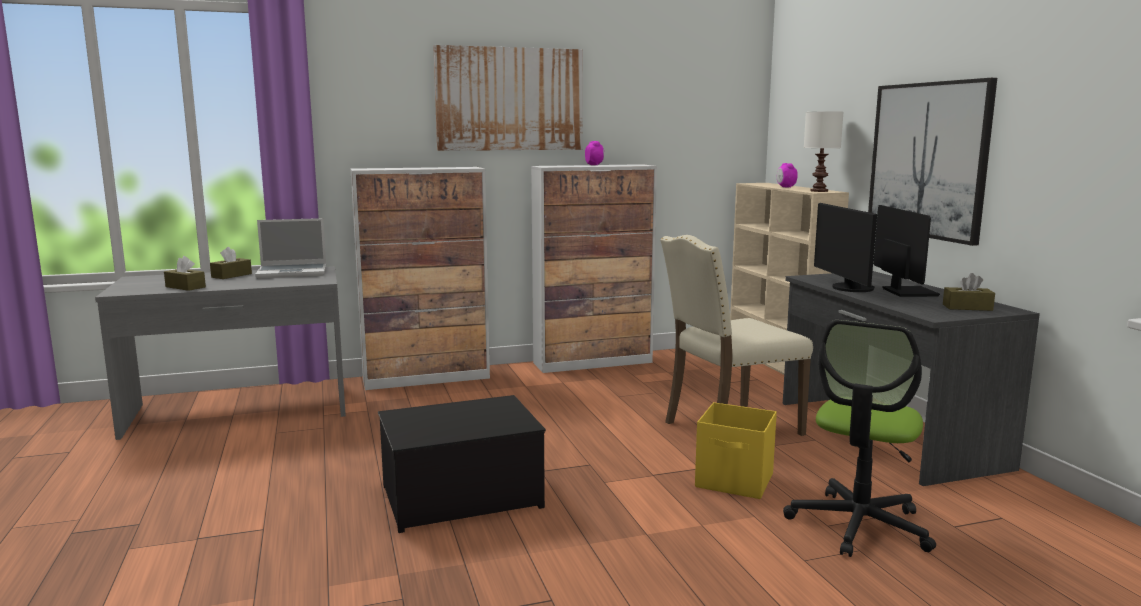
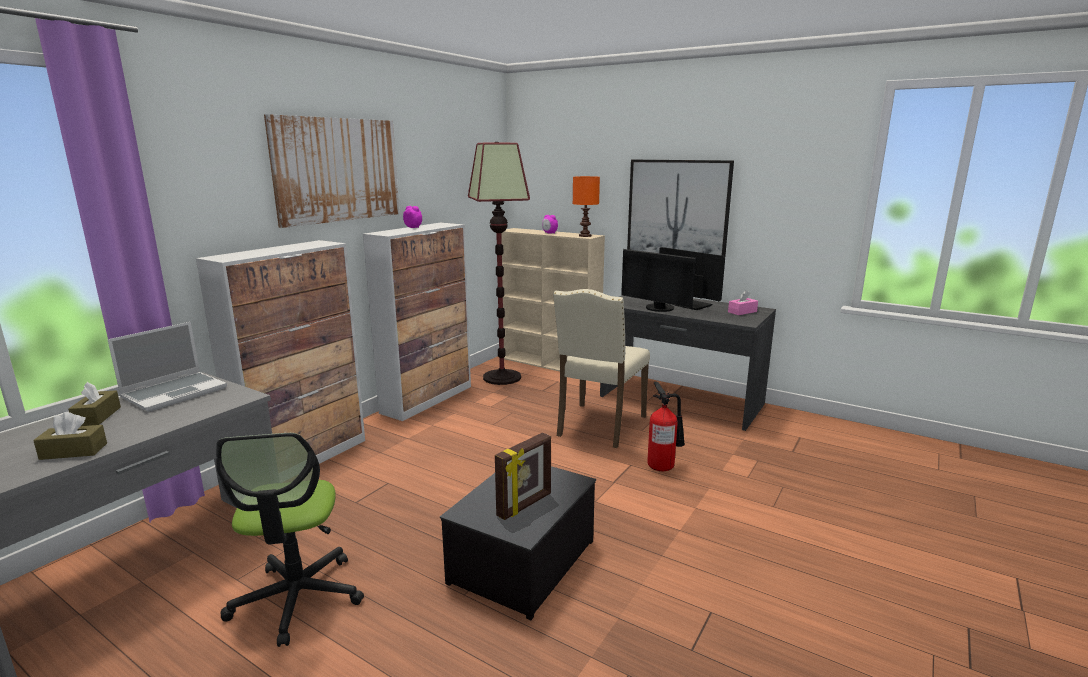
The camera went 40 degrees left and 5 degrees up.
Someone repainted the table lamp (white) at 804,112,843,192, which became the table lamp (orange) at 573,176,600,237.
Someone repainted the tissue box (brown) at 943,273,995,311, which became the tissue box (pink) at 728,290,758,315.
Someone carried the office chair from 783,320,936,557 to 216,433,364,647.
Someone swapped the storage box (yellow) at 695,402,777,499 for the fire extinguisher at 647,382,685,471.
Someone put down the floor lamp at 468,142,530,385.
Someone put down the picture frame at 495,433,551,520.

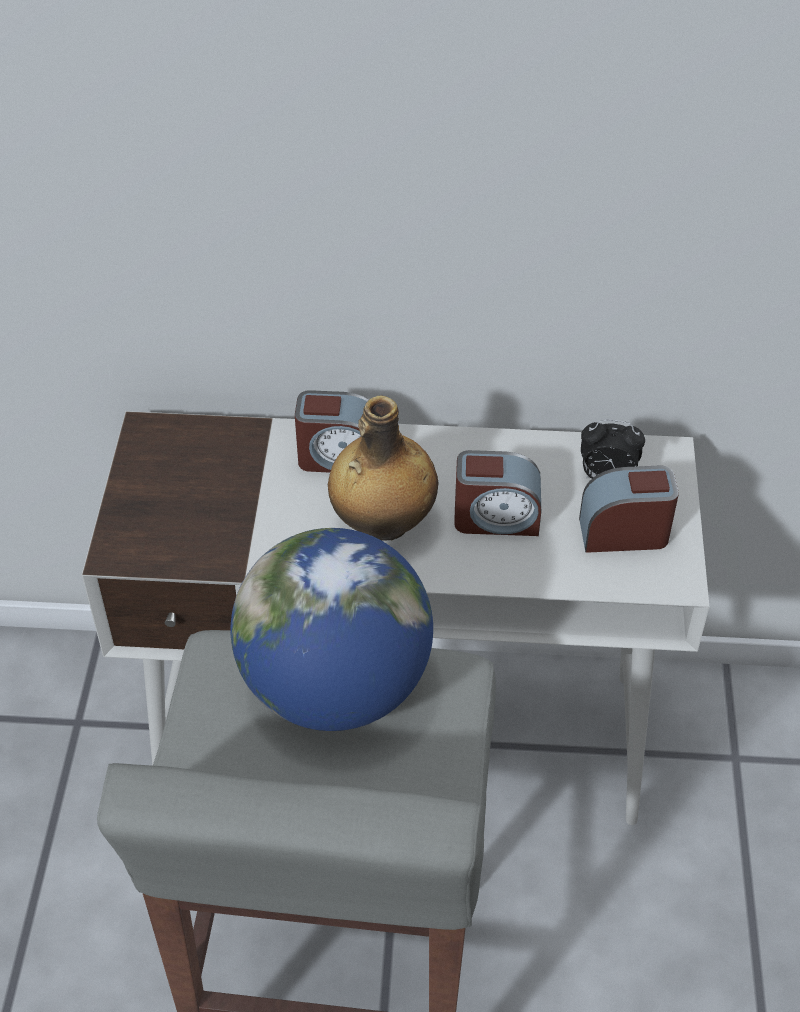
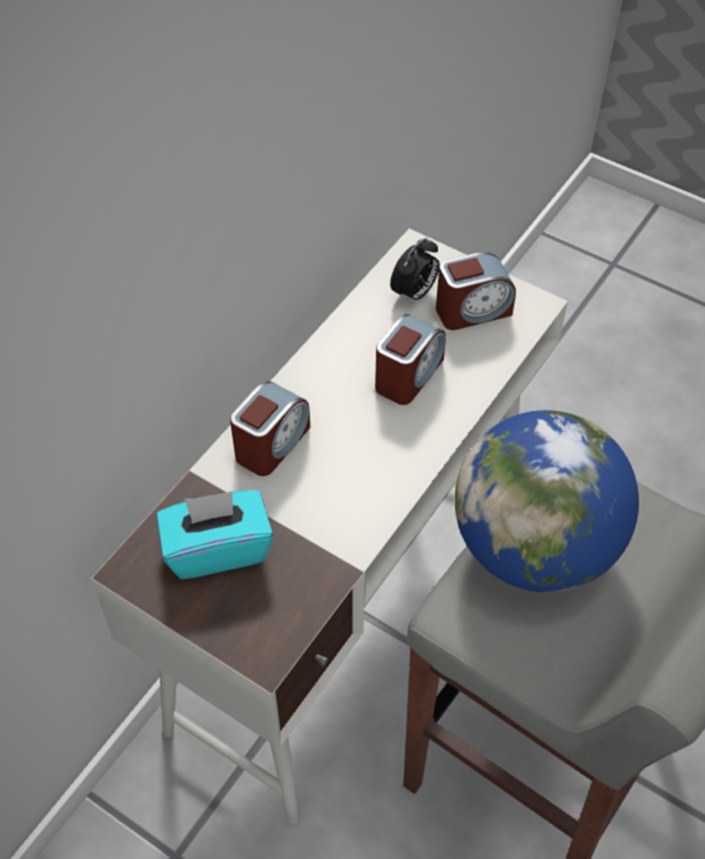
The camera went 60 degrees left and 5 degrees up.
Someone took away the bottle at 328,396,439,541.
Someone rotated the alarm clock at 579,466,679,553 by 135 degrees counterclockwise.
Someone put down the tissue box (turquoise) at 157,490,273,579.

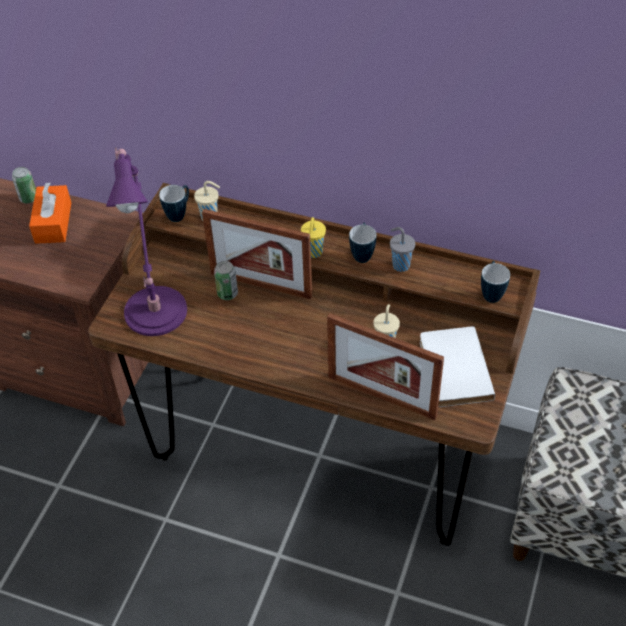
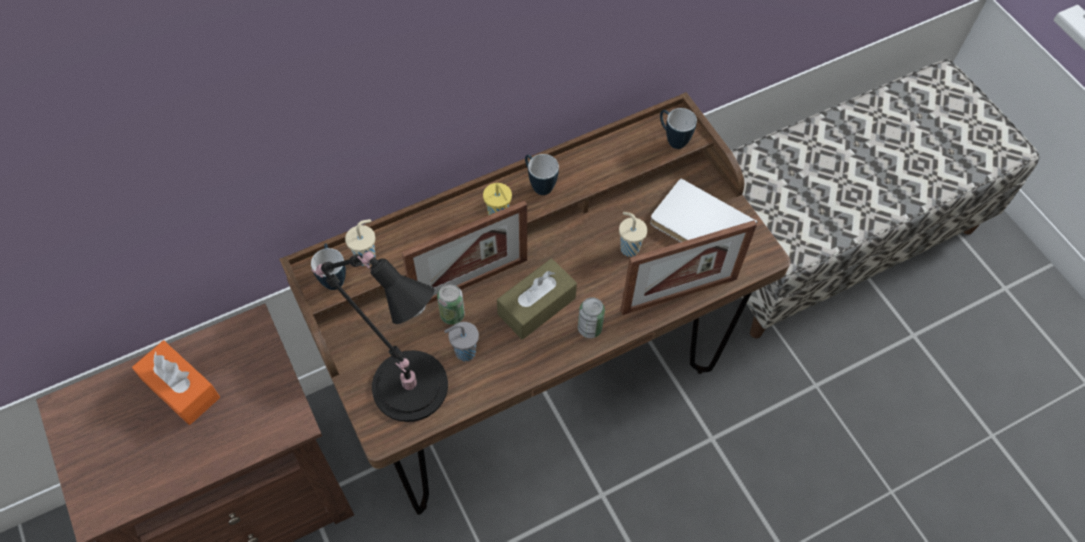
The camera went 50 degrees left and 10 degrees up.
Someone repainted the table lamp (purple) at 106,147,187,336, which became the table lamp (black) at 311,252,448,422.
Someone carried the can from 12,167,36,203 to 578,297,605,338.
Someone carried the cup (grey) from 390,227,415,272 to 444,322,479,361.
Someone put down the tissue box (brown) at 497,259,577,340.

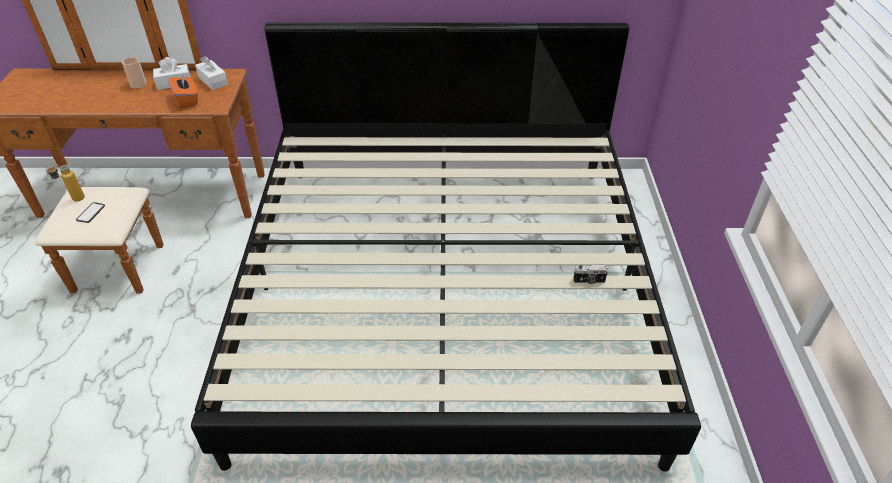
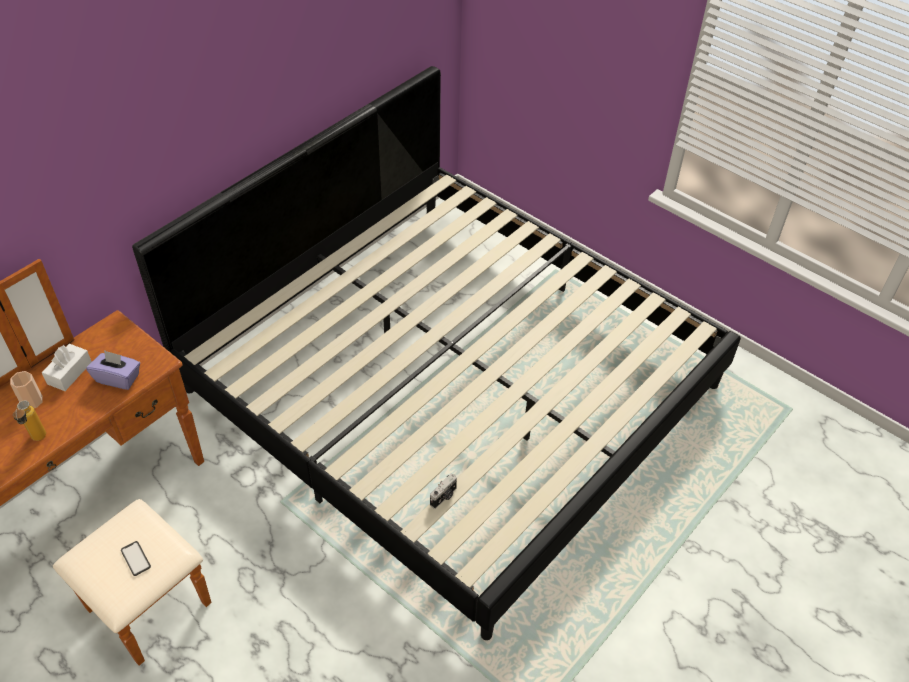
The camera went 50 degrees left and 5 degrees up.
Someone took away the tissue box (white) at 195,56,228,90.
Someone repainted the tissue box (orange) at 168,75,198,108, which became the tissue box (purple) at 86,350,140,390.
Someone carried the bottle from 46,164,85,202 to 13,400,46,441.
Someone carried the photo camera from 573,265,608,284 to 430,474,457,509.

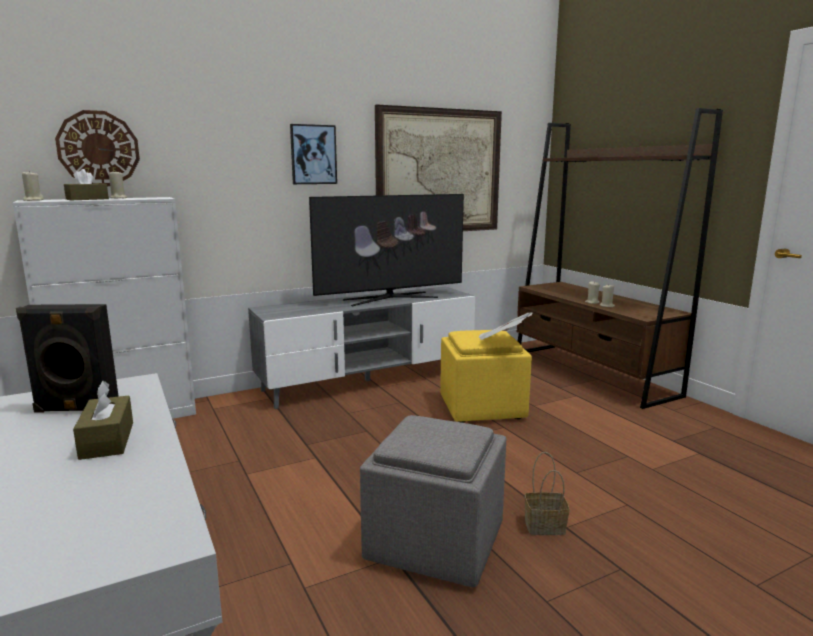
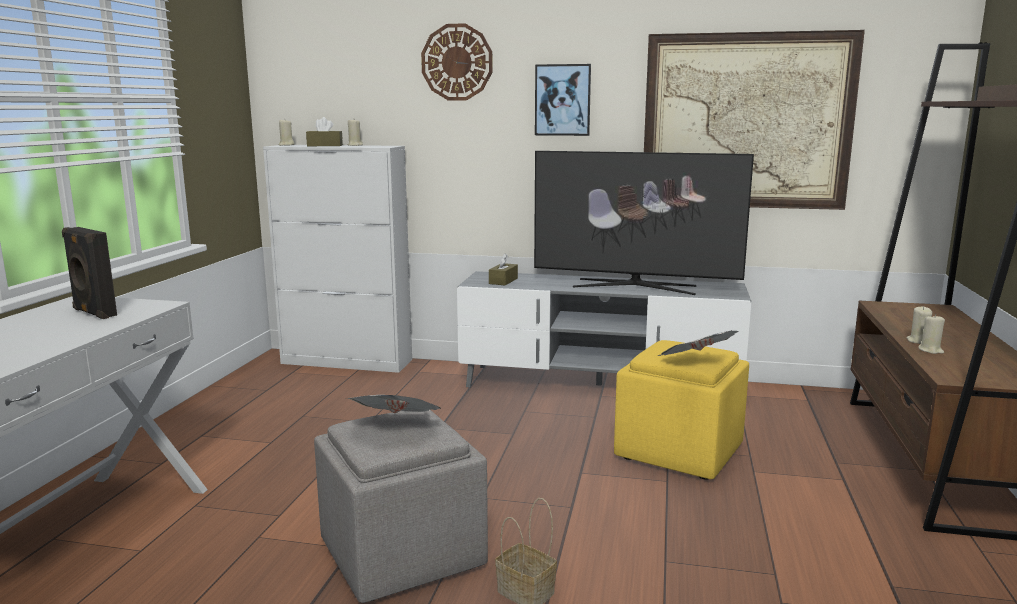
The camera went 40 degrees right and 0 degrees up.
Someone carried the wall clock from 55,110,140,186 to 421,23,492,100.
Someone carried the tissue box (brown) from 73,381,133,460 to 489,253,518,285.
Someone put down the newspaper at 347,395,440,413.

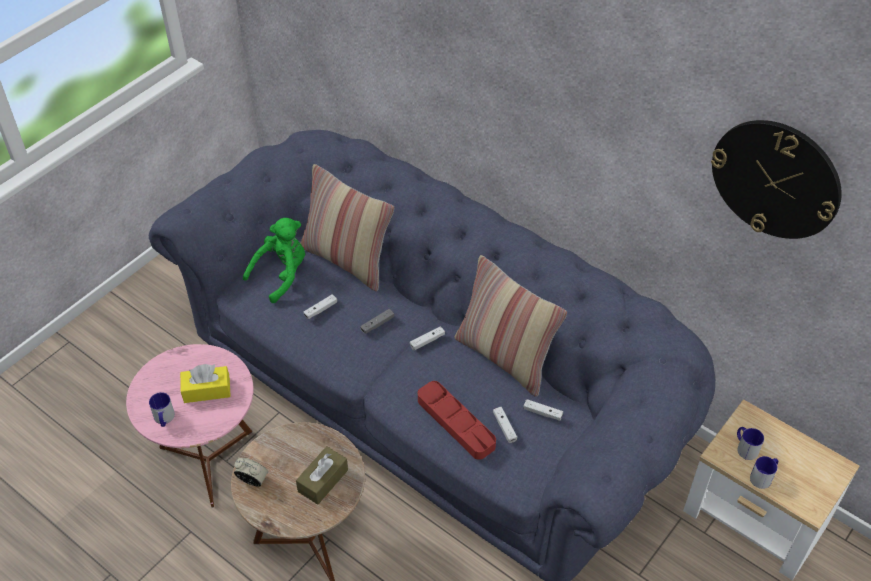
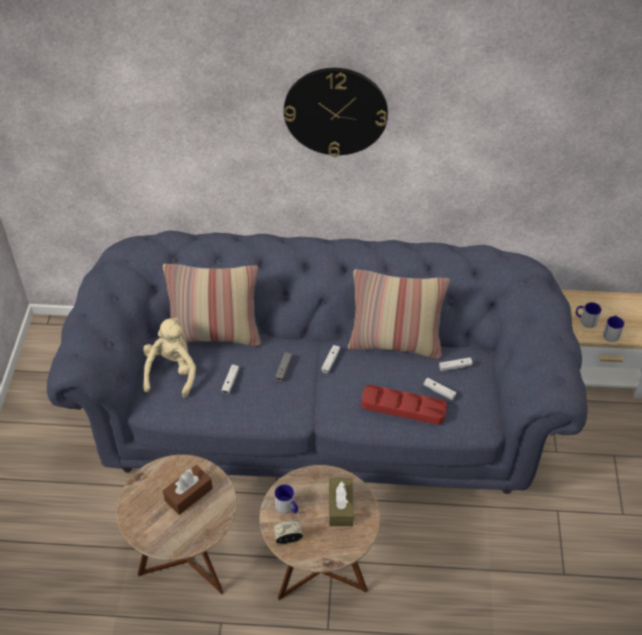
The camera went 35 degrees left and 0 degrees up.
Someone carried the wall clock from 711,120,842,239 to 284,68,388,157.
Someone repainted the plush toy (green) at 243,218,305,303, which became the plush toy (beige) at 143,318,196,398.
Someone repainted the side table (pink) at 126,344,254,507, which became the side table (brown) at 116,455,237,594.
Someone repainted the tissue box (yellow) at 180,364,231,403, which became the tissue box (brown) at 163,465,213,515.
Someone carried the mug from 149,392,175,427 to 274,484,298,514.

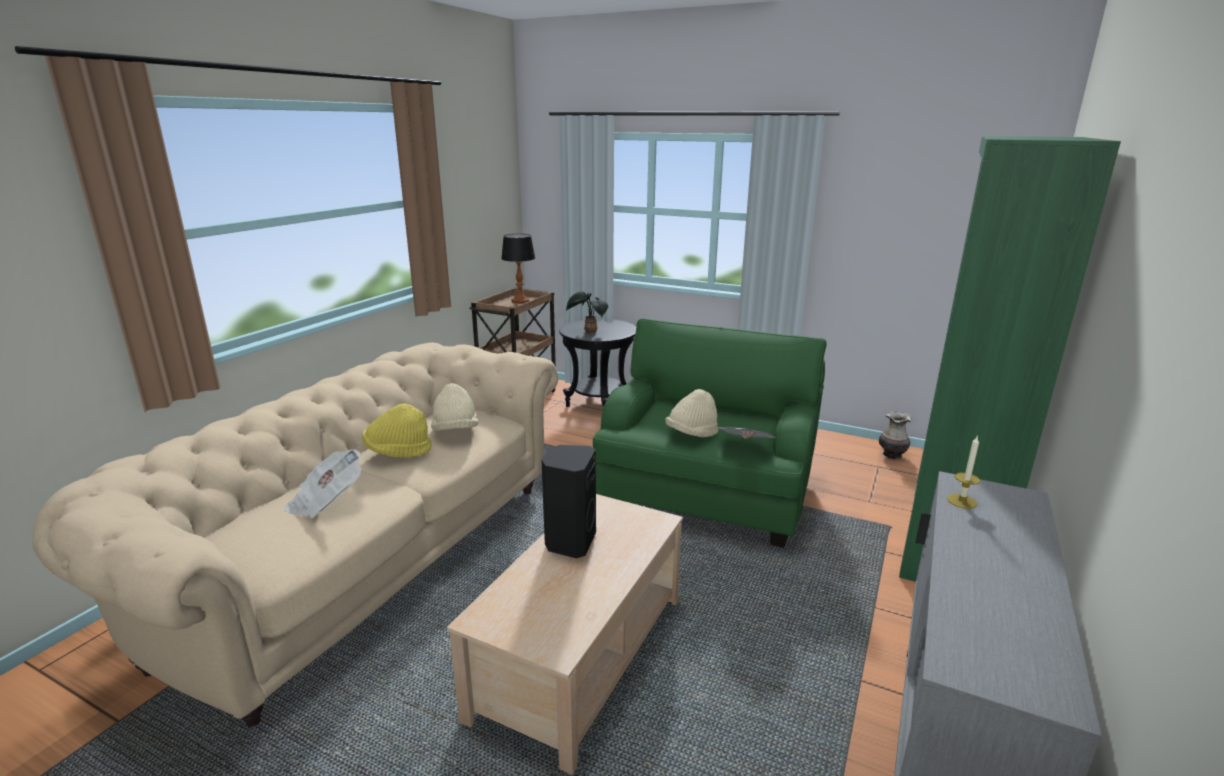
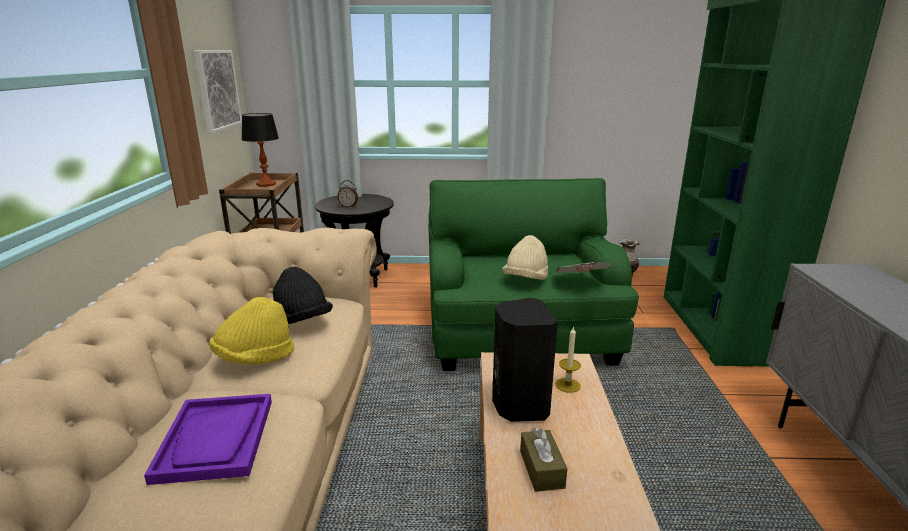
The camera went 25 degrees left and 0 degrees up.
Someone swapped the potted plant at 565,291,608,333 for the alarm clock at 337,180,358,207.
Someone repainted the hat (beige) at 431,383,479,431, which became the hat (black) at 273,267,333,324.
Someone carried the candle from 947,436,981,509 to 555,326,581,393.
Someone swapped the newspaper at 284,449,362,518 for the tray (purple) at 144,394,272,485.
Someone put up the picture at 194,50,242,133.
Someone put down the tissue box (brown) at 520,428,568,492.

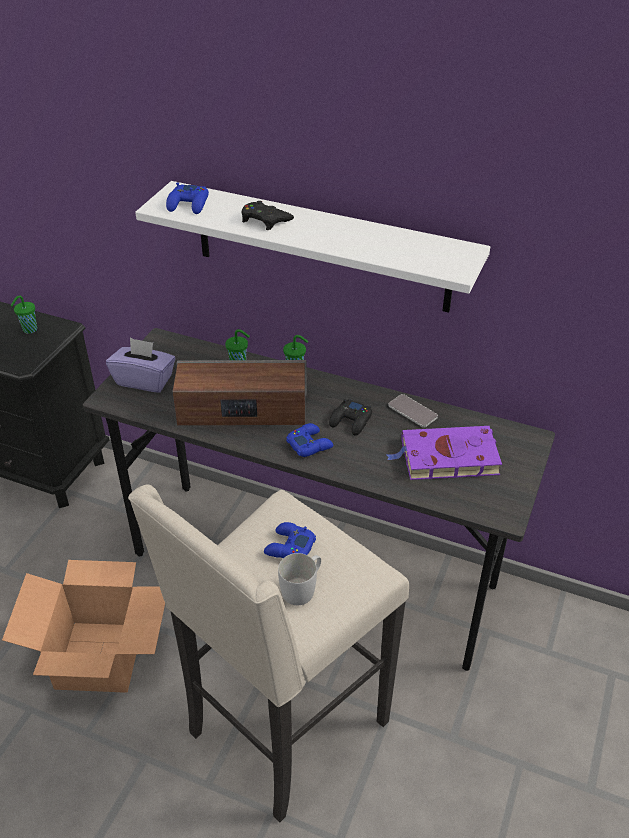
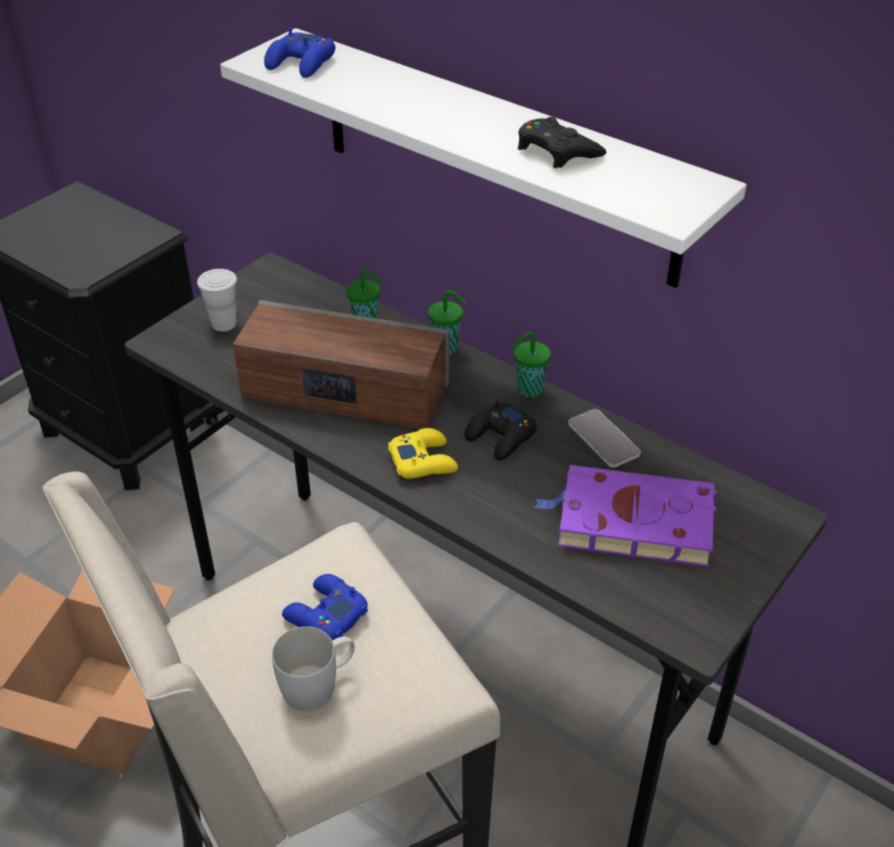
The camera went 15 degrees right and 0 degrees up.
Someone carried the game controller (black) from 241,201,294,230 to 518,117,606,168.
Someone carried the cup (green) from 11,295,37,334 to 512,331,551,397.
Someone swapped the tissue box (purple) at 106,338,176,393 for the cup (white) at 197,269,237,332.
Someone repainted the game controller (blue) at 286,423,333,457, which became the game controller (yellow) at 388,428,458,479.

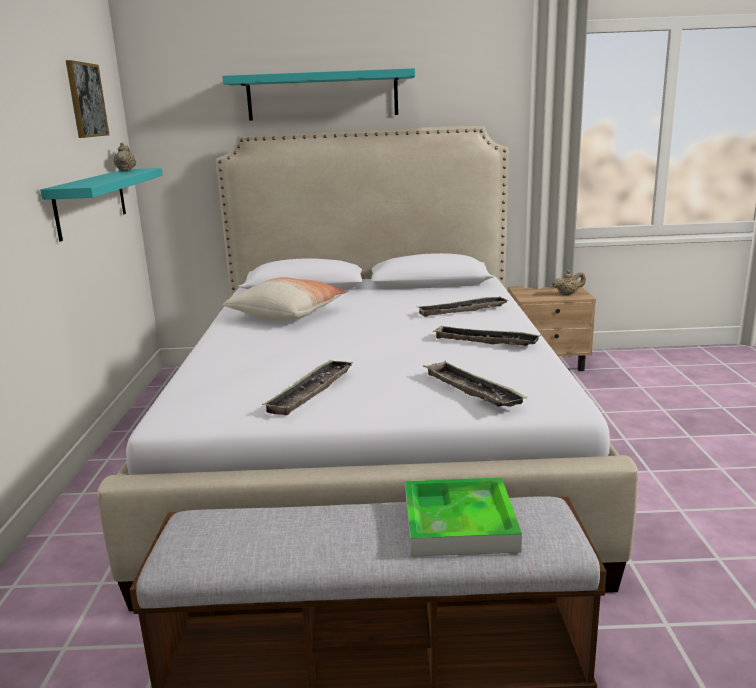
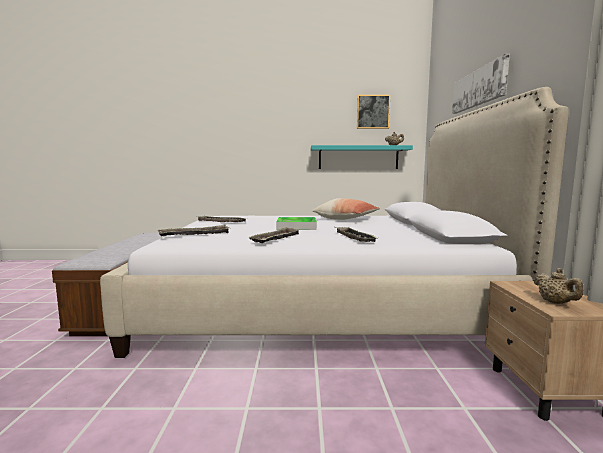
The camera went 90 degrees right and 10 degrees down.
Someone swapped the shelf (turquoise) at 222,68,415,121 for the picture at 452,54,510,114.
Someone carried the tray from 405,477,522,557 to 276,217,317,230.

